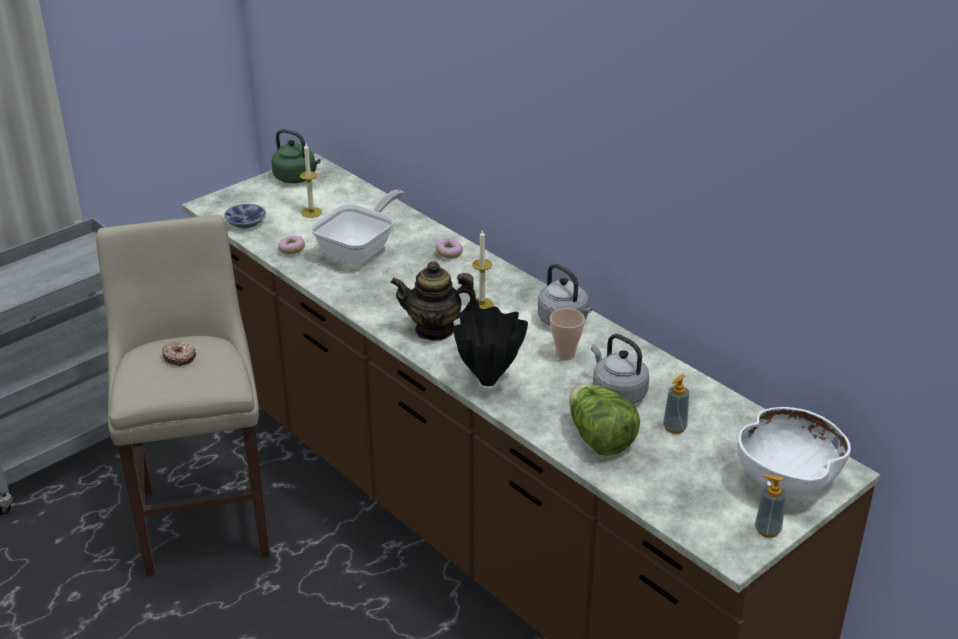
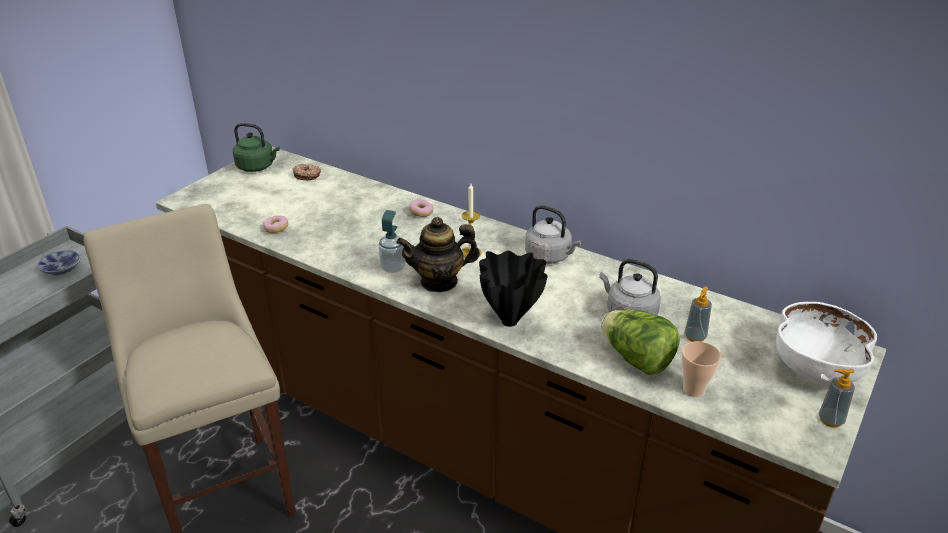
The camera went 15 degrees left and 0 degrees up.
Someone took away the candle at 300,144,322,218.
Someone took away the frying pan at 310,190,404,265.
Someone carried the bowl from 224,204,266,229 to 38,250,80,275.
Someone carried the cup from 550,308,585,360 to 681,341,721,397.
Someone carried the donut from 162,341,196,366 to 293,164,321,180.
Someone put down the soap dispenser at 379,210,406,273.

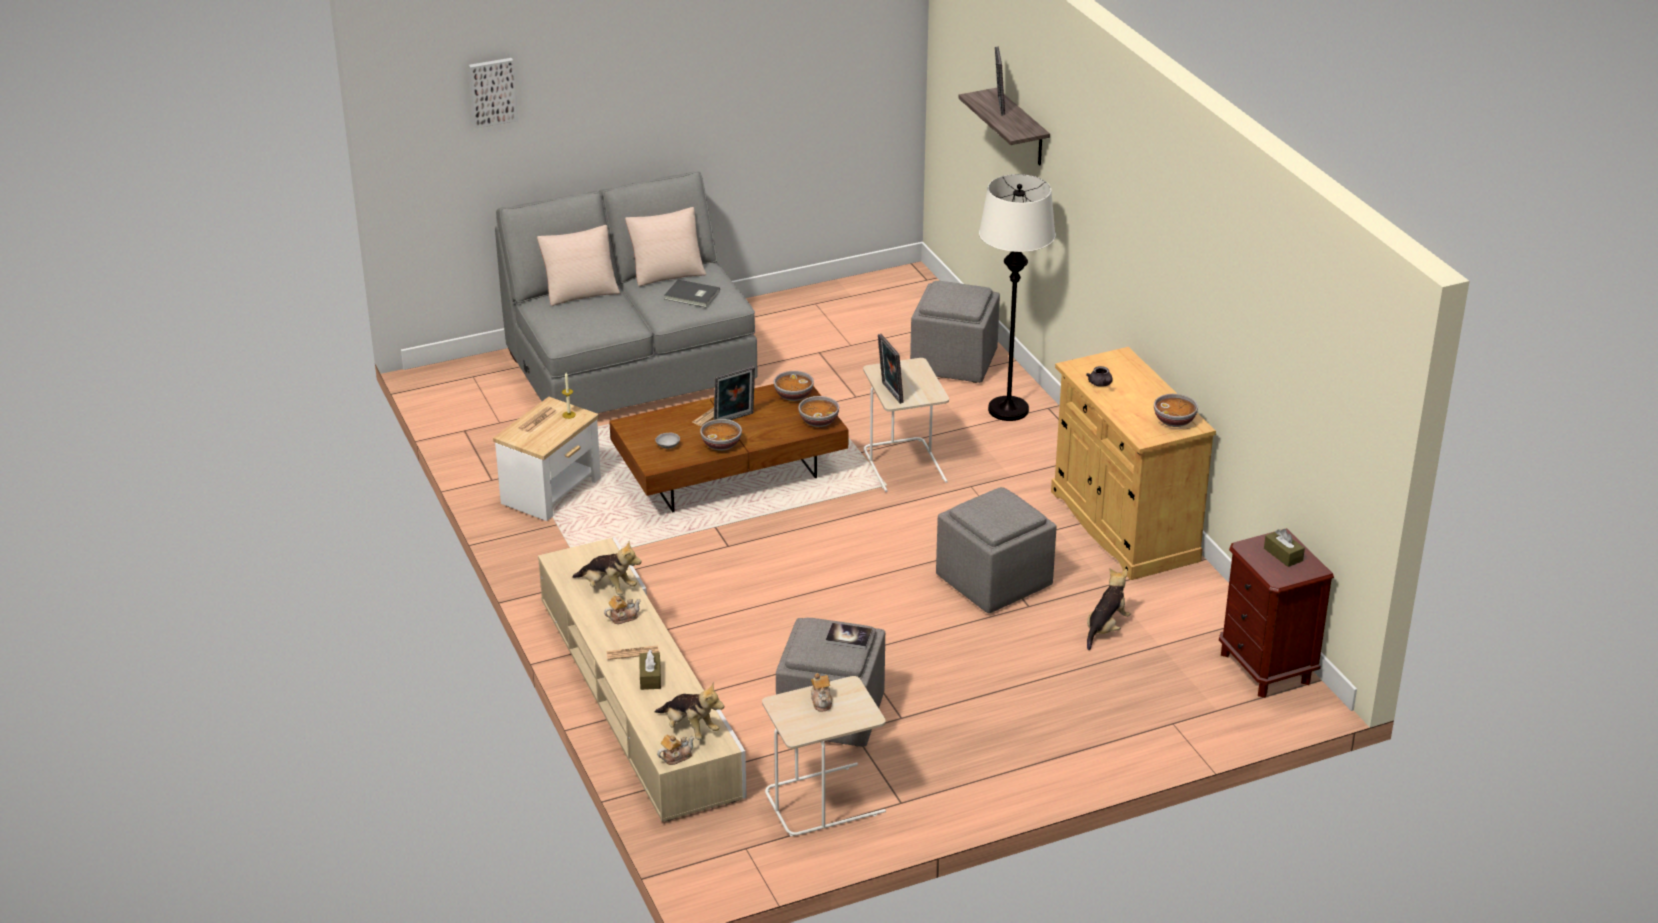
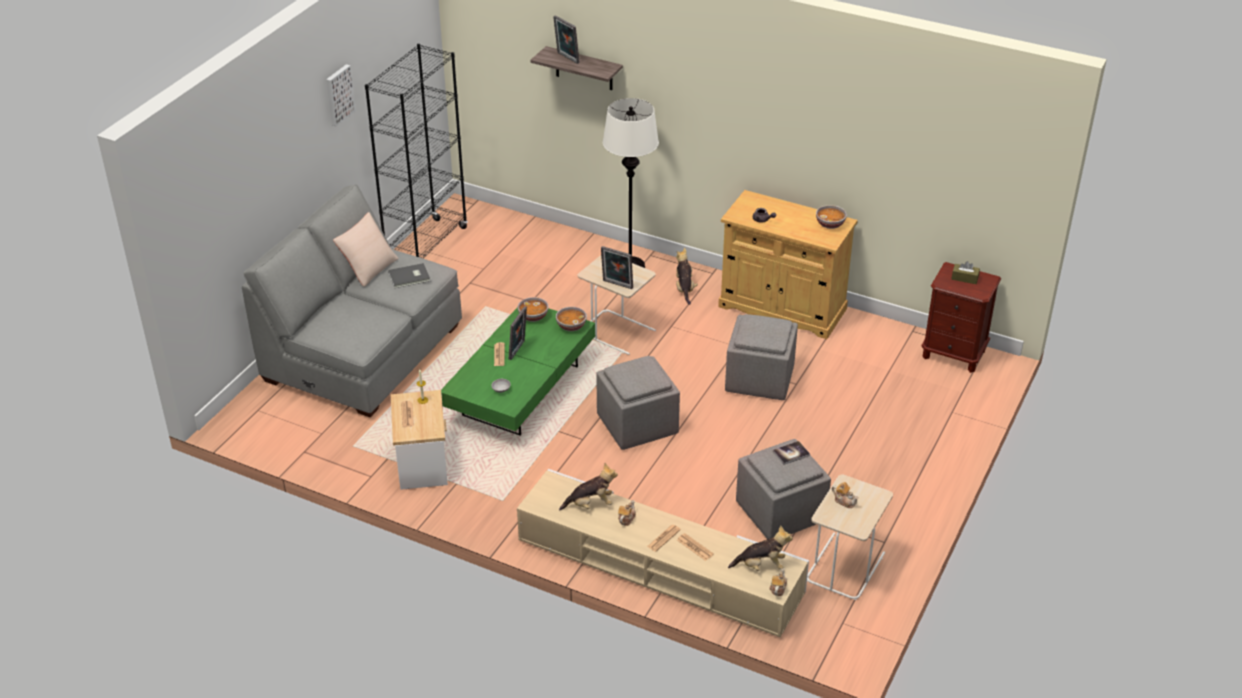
The camera went 40 degrees left and 5 degrees up.
Someone carried the picture from 469,58,518,128 to 326,64,356,126.
Someone took away the pillow (beige) at 537,225,620,306.
Someone carried the ottoman (grey) from 910,281,1000,383 to 596,356,680,450.
Someone repainted the coffee table (brown) at 609,384,848,513, which became the coffee table (green) at 441,307,595,436.
Someone took away the bowl at 700,419,742,451.
Someone carried the plush toy from 1087,569,1130,650 to 676,248,698,305.
Someone swapped the tissue box (brown) at 639,649,661,690 for the newspaper at 677,533,714,561.
Someone put down the bookcase (black) at 365,44,468,258.

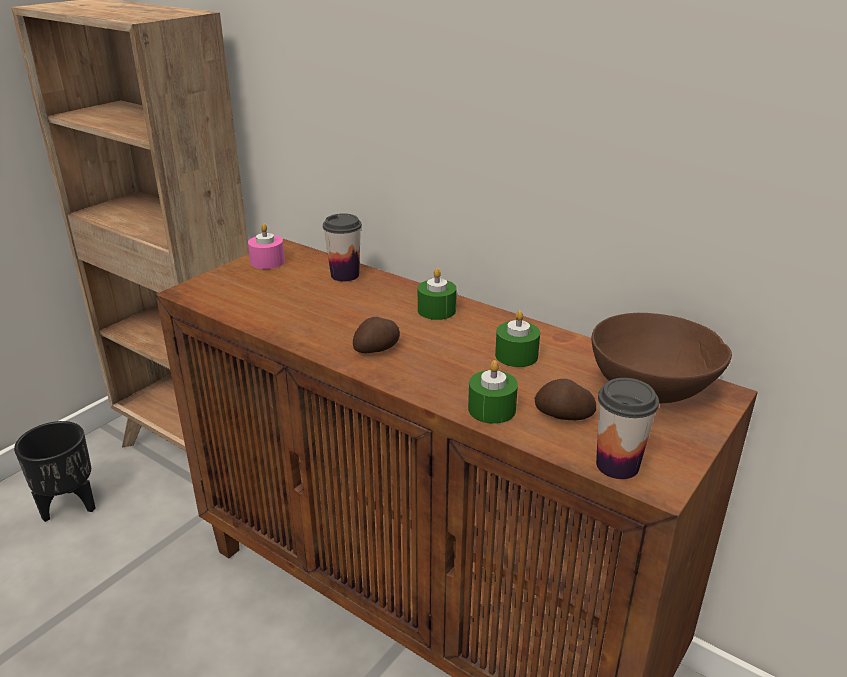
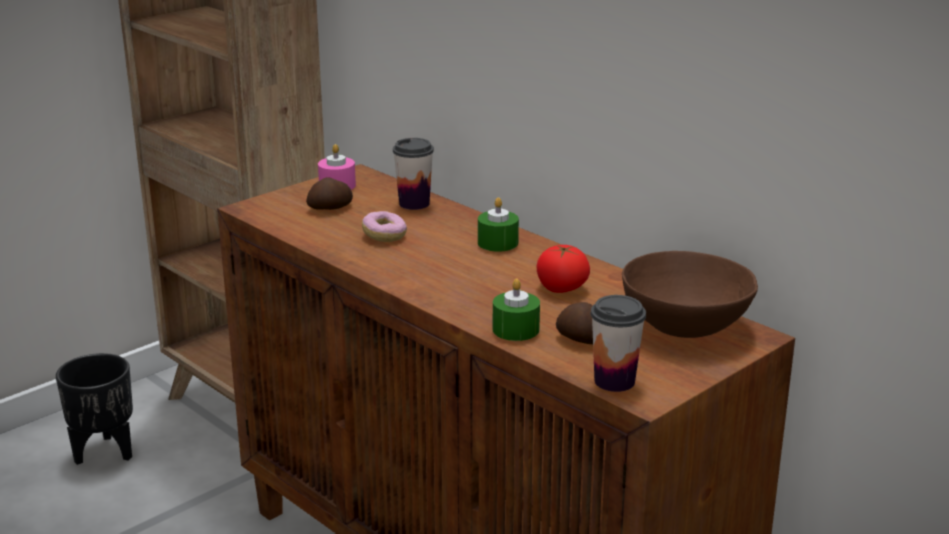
The camera went 10 degrees right and 5 degrees down.
Someone swapped the candle (green) at 495,310,540,367 for the tomato at 537,245,590,293.
Someone carried the potato from 353,317,400,353 to 306,177,353,210.
Someone put down the donut at 362,211,407,242.

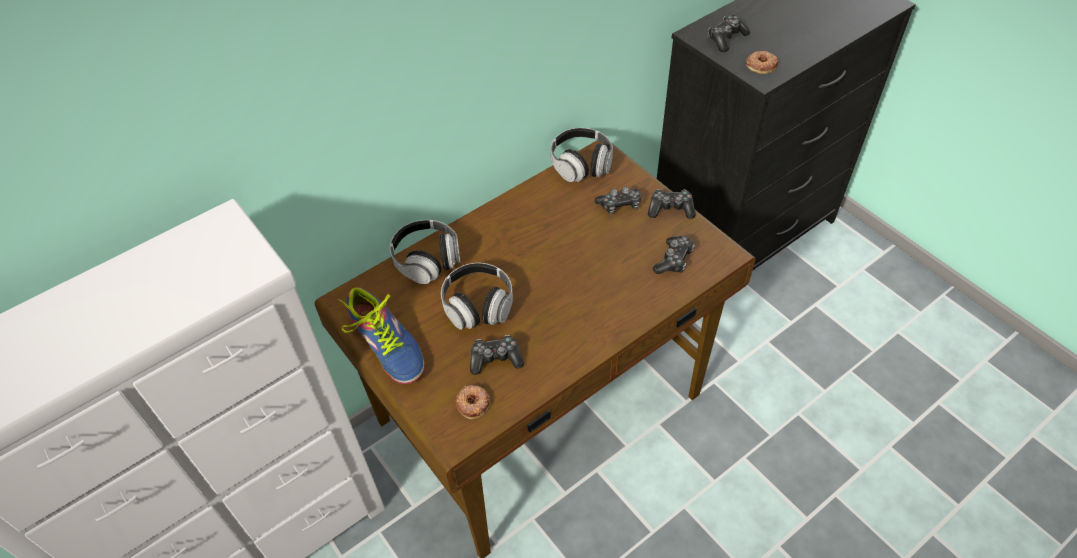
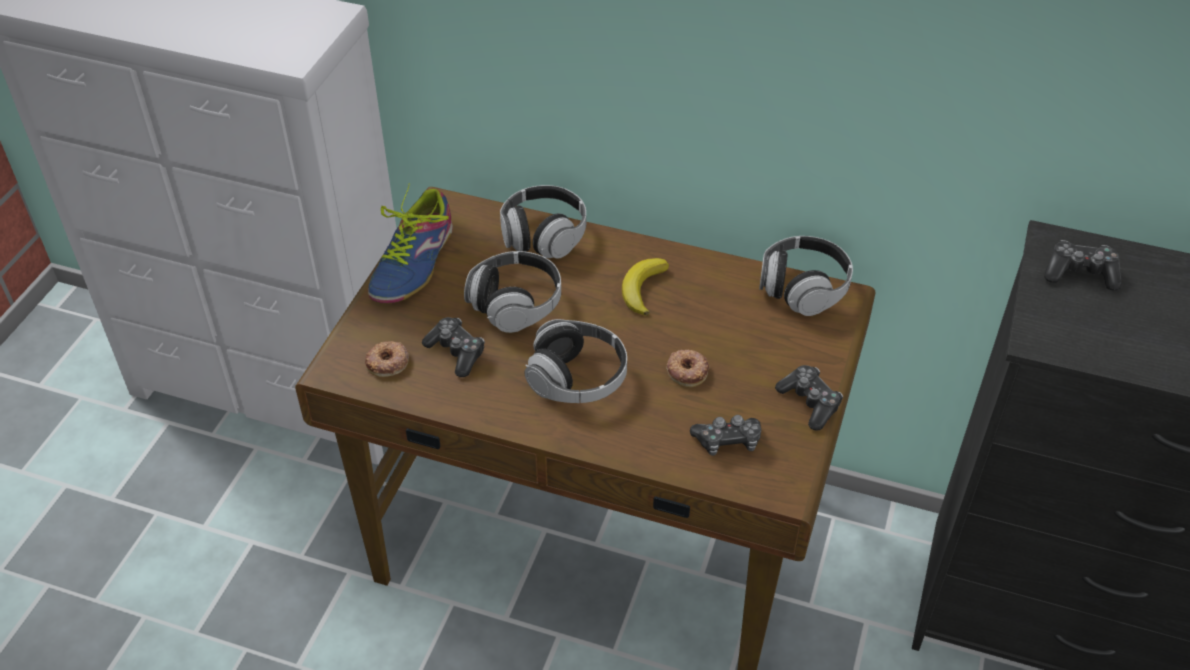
The camera went 55 degrees right and 5 degrees down.
Someone carried the donut from 746,51,778,74 to 666,349,710,388.
Someone took away the game controller at 595,187,641,214.
Someone put down the banana at 622,258,669,316.
Someone put down the headphones at 525,319,627,403.

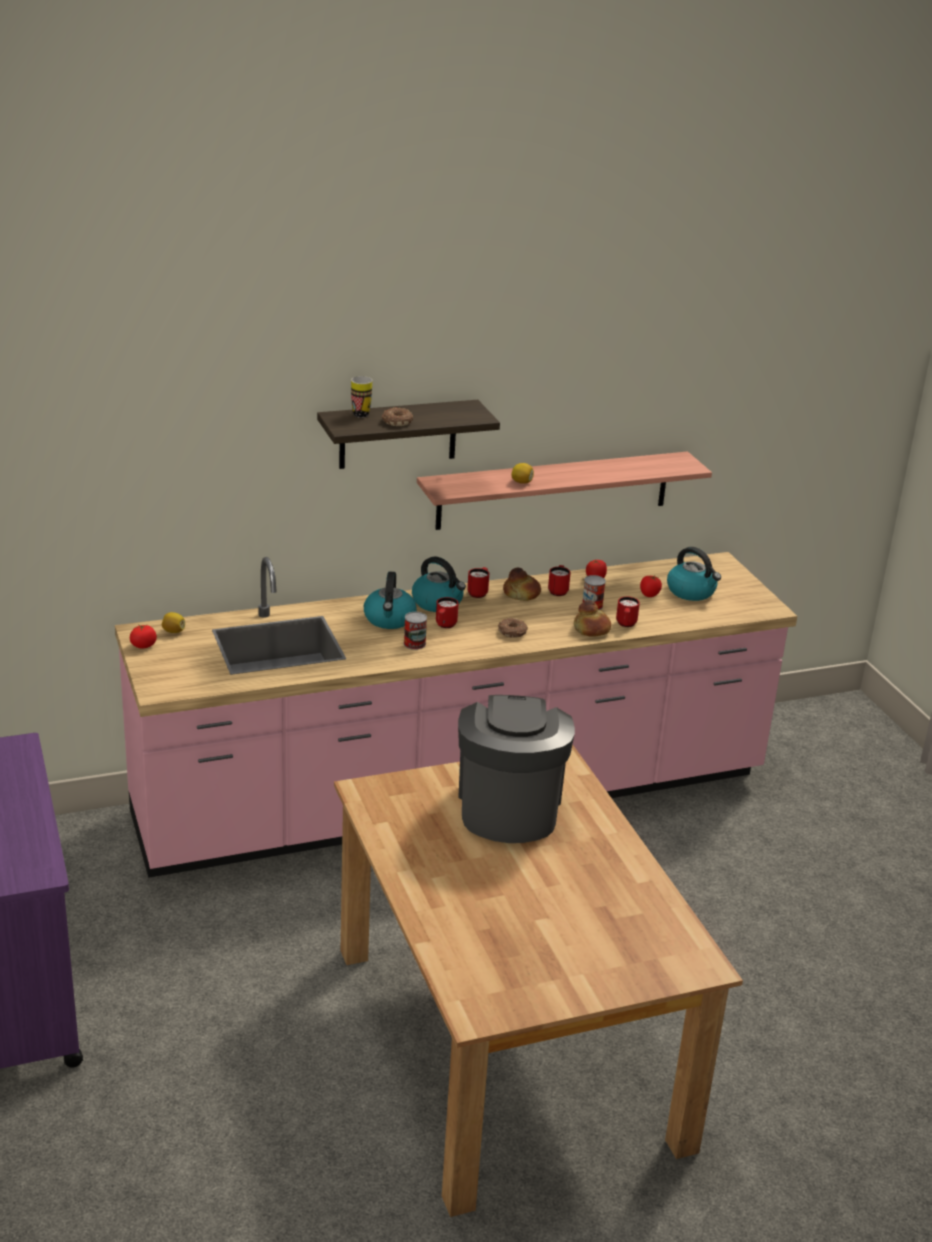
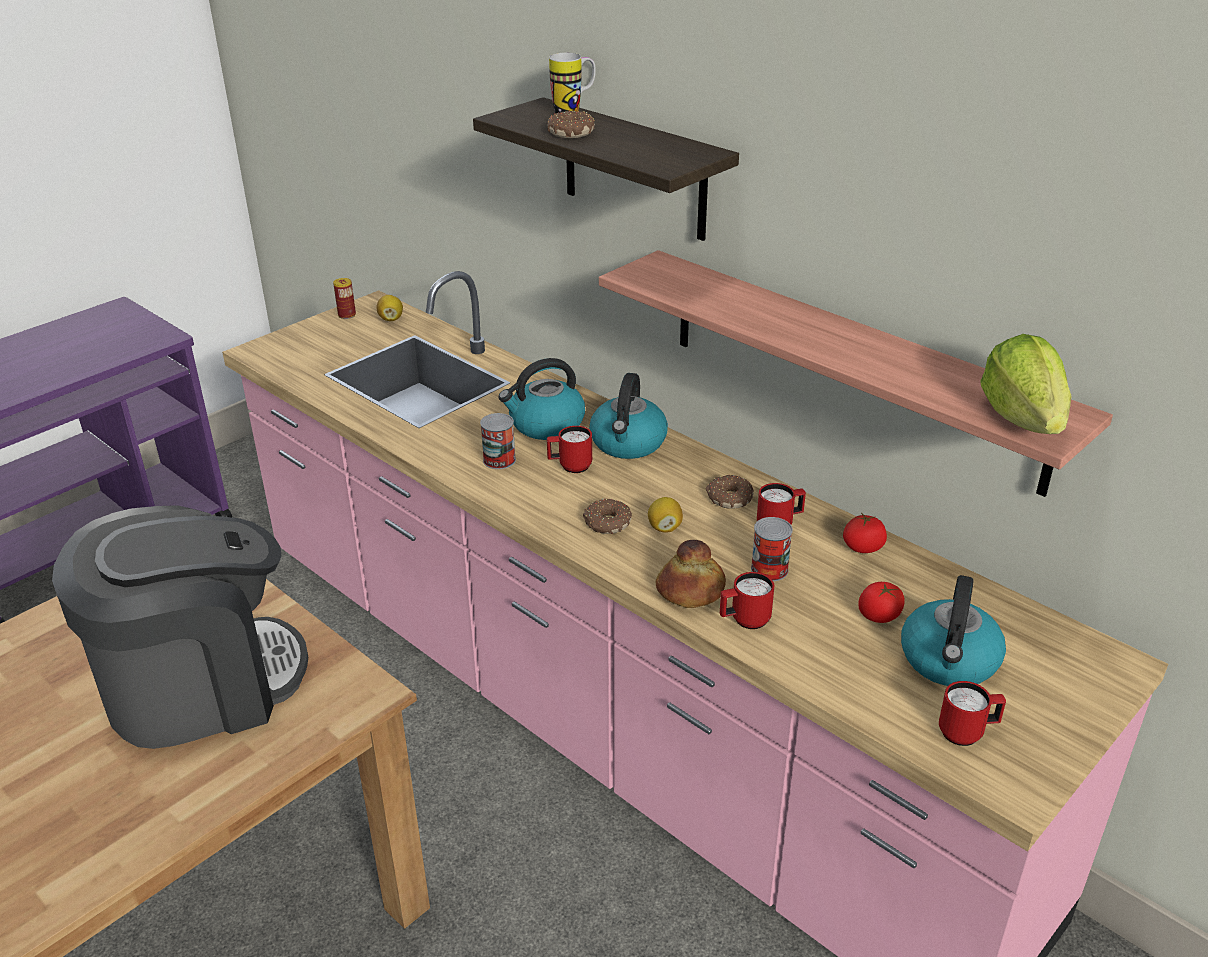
The camera went 65 degrees right and 5 degrees up.
Someone carried the lemon from 511,463,534,484 to 648,497,683,533.
Someone carried the mug (red) from 467,567,489,598 to 939,681,1006,746.
Someone swapped the bread at 503,568,541,601 for the donut at 706,474,754,509.
Someone swapped the tomato at 130,625,157,649 for the can at 333,278,356,319.
Someone put down the lettuce at 980,334,1071,434.

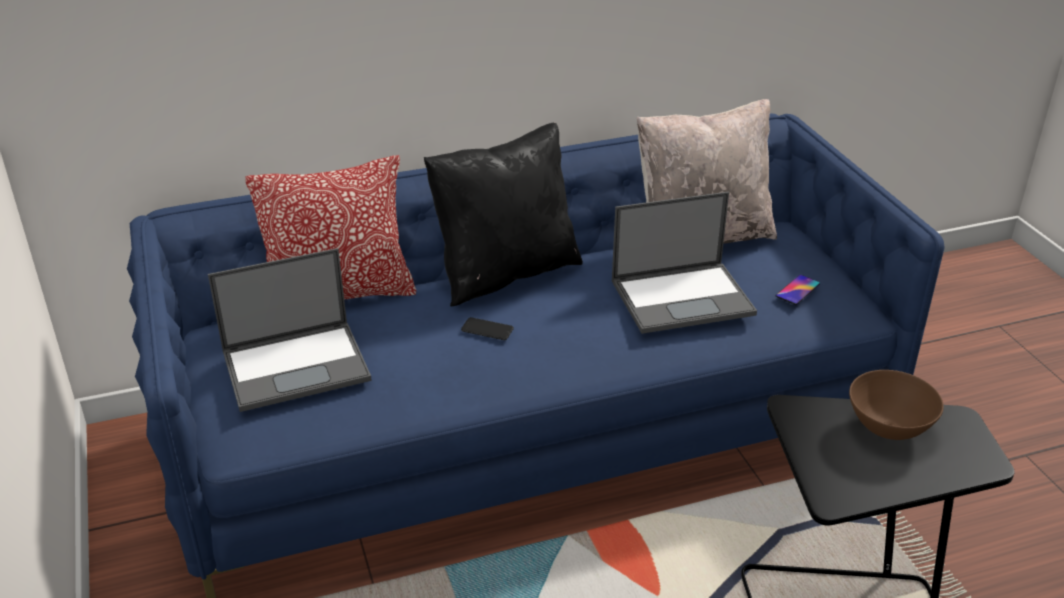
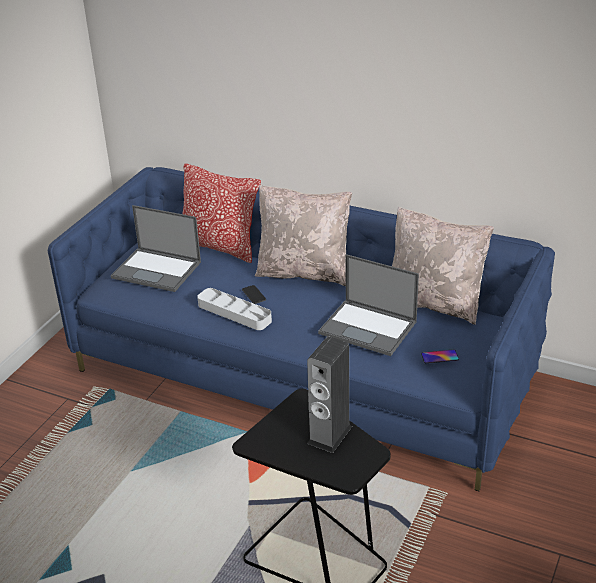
The camera went 45 degrees right and 0 degrees up.
Someone repainted the pillow (black) at 424,122,583,306, which became the pillow (beige) at 255,185,352,286.
Someone swapped the bowl (brown) at 849,370,944,440 for the speaker at 307,336,352,453.
Someone put down the tray (grey) at 197,288,272,330.

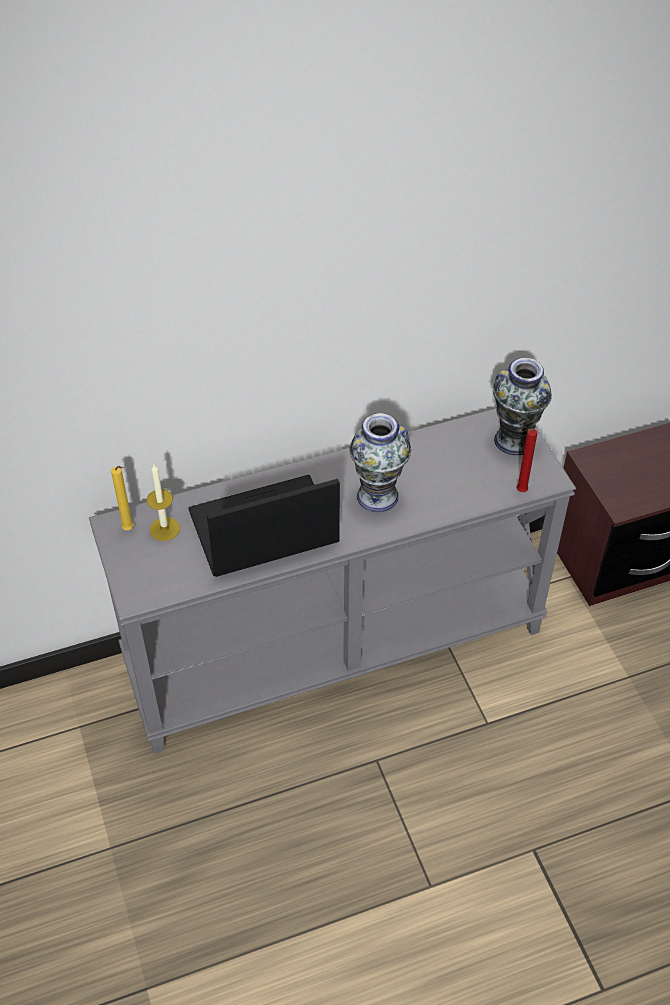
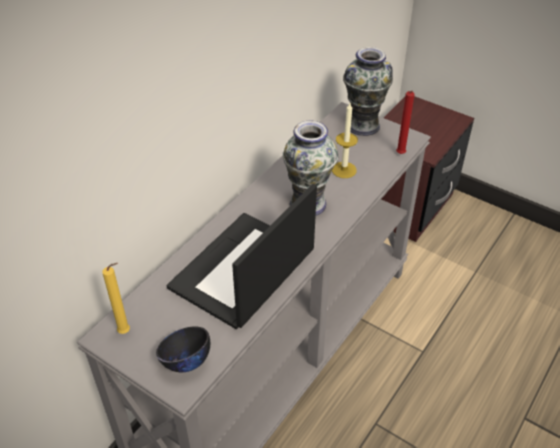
The camera went 35 degrees left and 5 degrees down.
Someone carried the candle from 147,464,180,541 to 332,103,358,178.
Someone put down the bowl (black) at 156,326,210,372.

